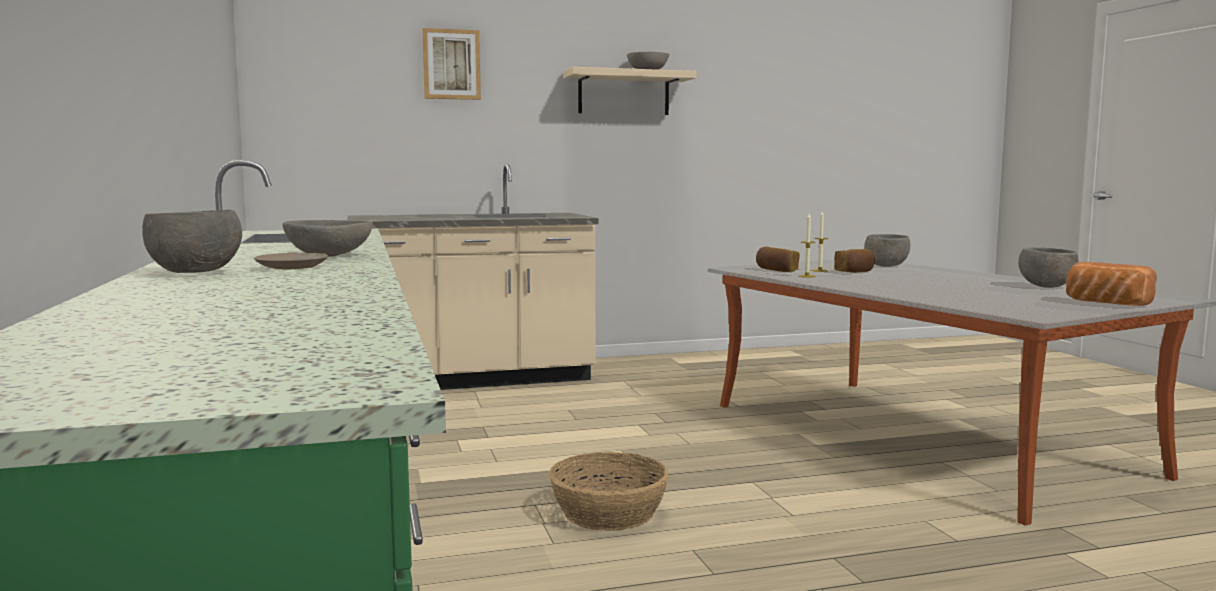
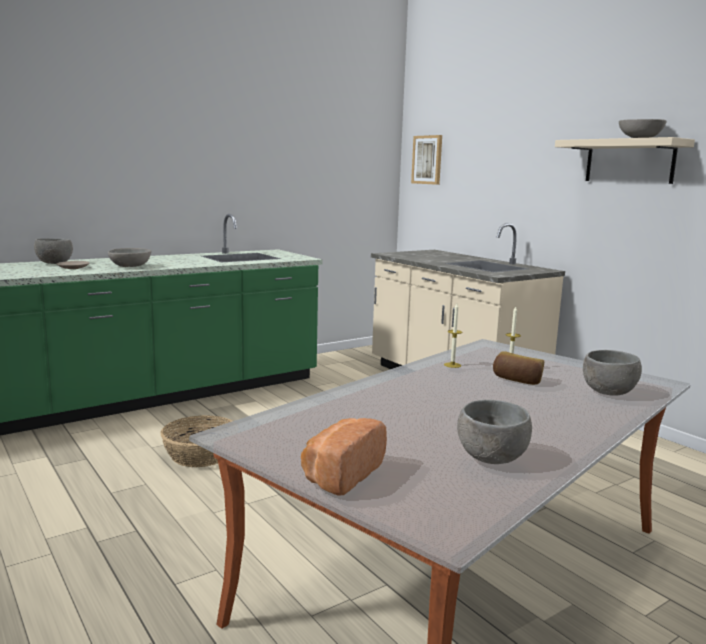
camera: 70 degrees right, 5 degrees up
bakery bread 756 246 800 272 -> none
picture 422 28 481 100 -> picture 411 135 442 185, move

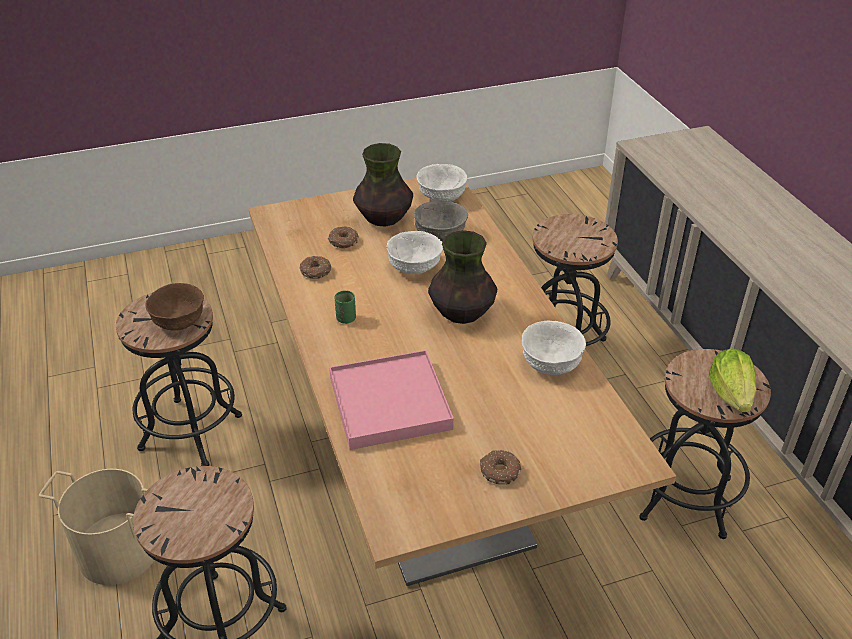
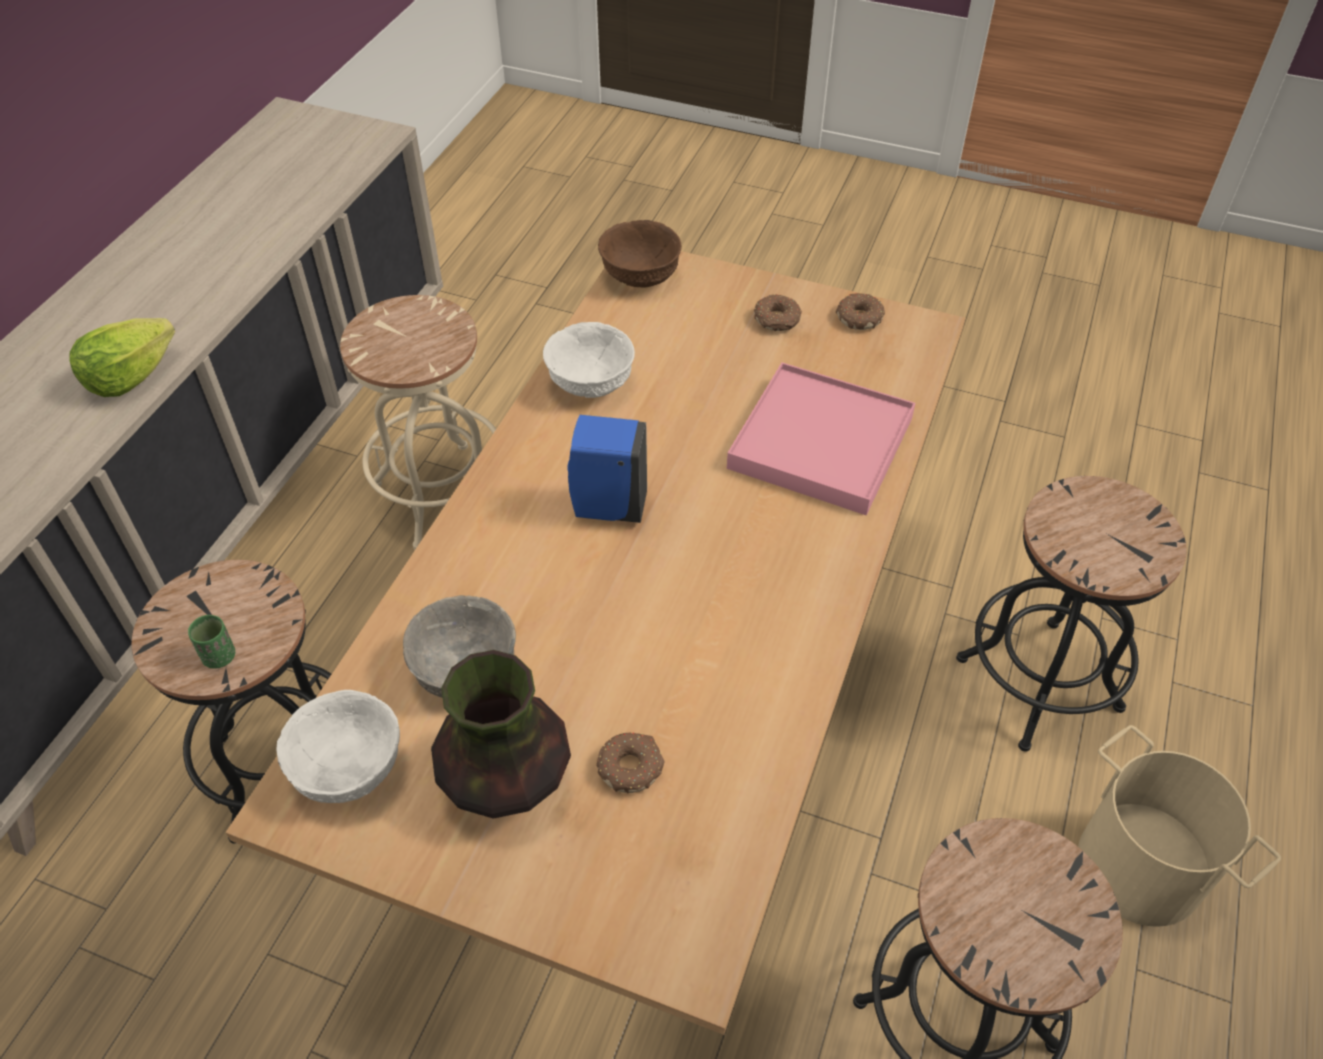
camera: 140 degrees left, 10 degrees up
deep dish/whitish 387 231 443 274 -> none
deep dish/brown 146 283 204 331 -> deep dish/brown 598 220 682 288, move
ring doughnut 300 256 331 279 -> ring doughnut 836 293 885 330, move
small cup/green 335 290 356 324 -> small cup/green 188 615 235 669, move
head of lettuce 708 348 756 412 -> head of lettuce 69 318 175 397, move
vase 428 230 497 324 -> liquid soap bottle/bluish 568 415 647 523
stool seat/black-coloured 639 349 771 539 -> stool seat/beige-coloured 340 295 496 549

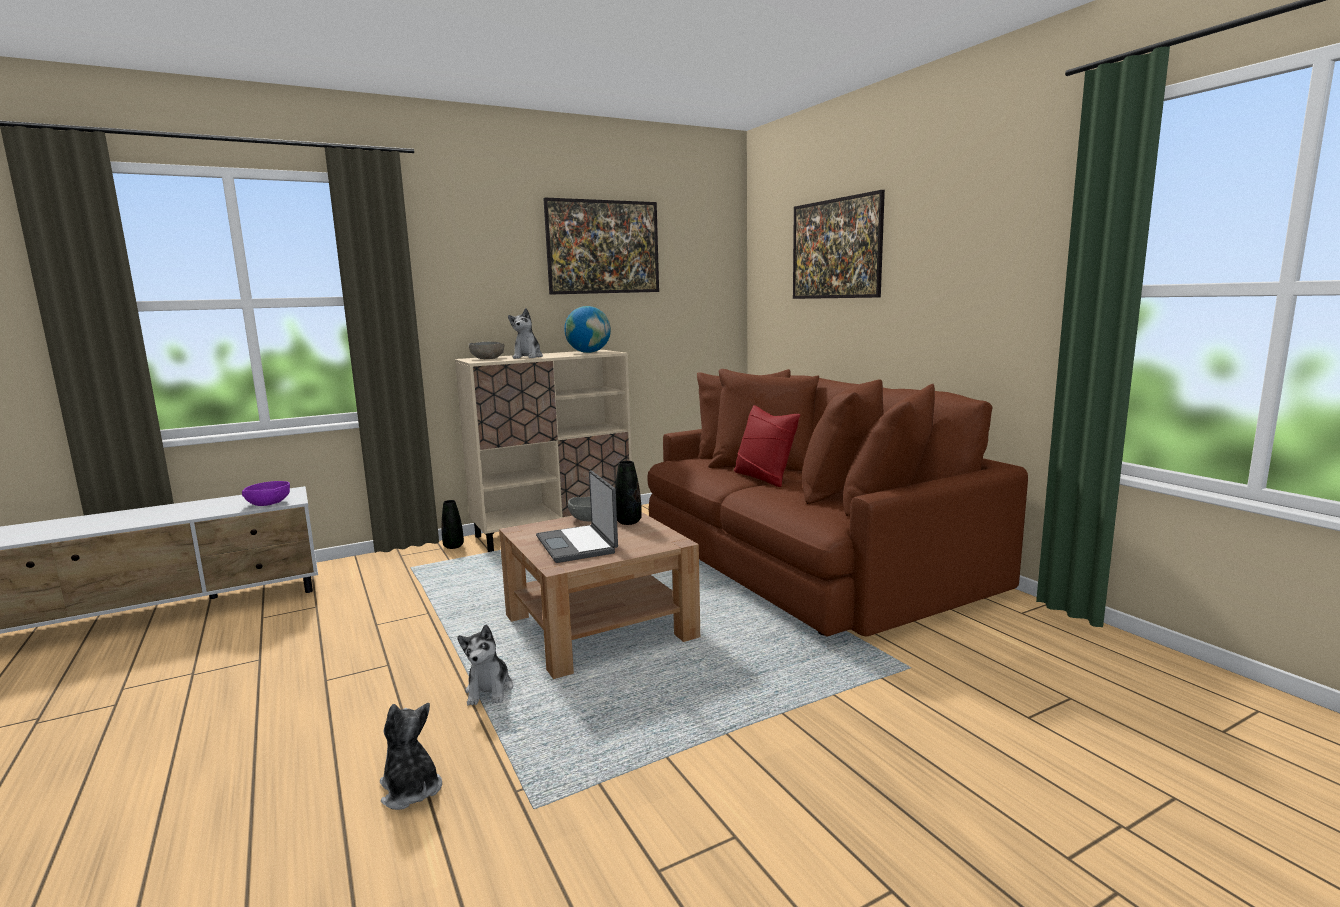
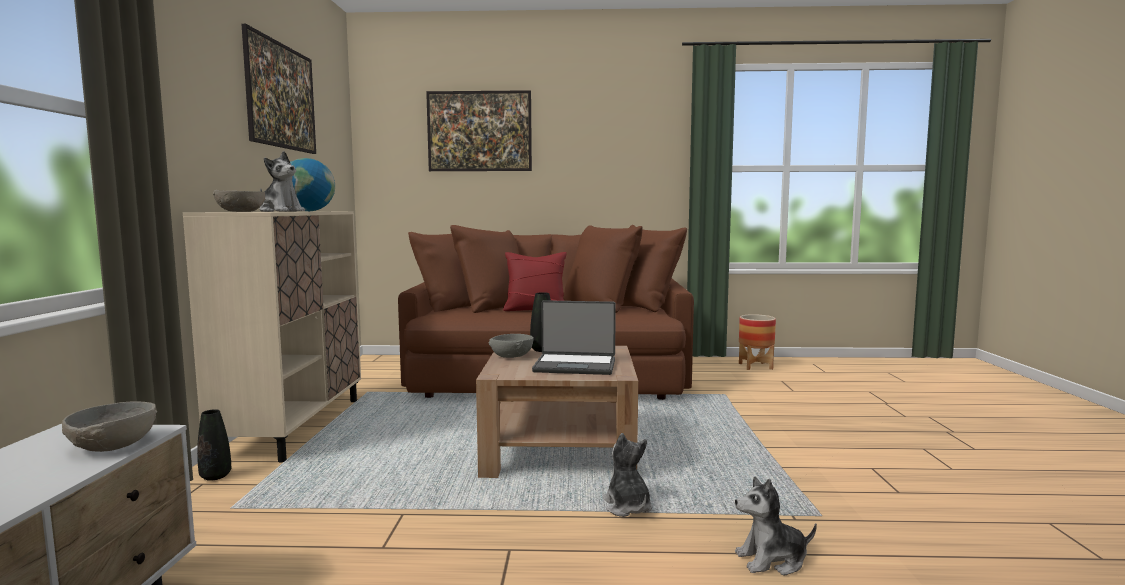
camera: 60 degrees left, 5 degrees down
none -> planter 739 314 776 370
deep dish/purple 242 481 290 506 -> deep dish/gray 62 401 157 452
plush toy 457 625 513 706 -> plush toy 603 433 652 517, 135 degrees counterclockwise

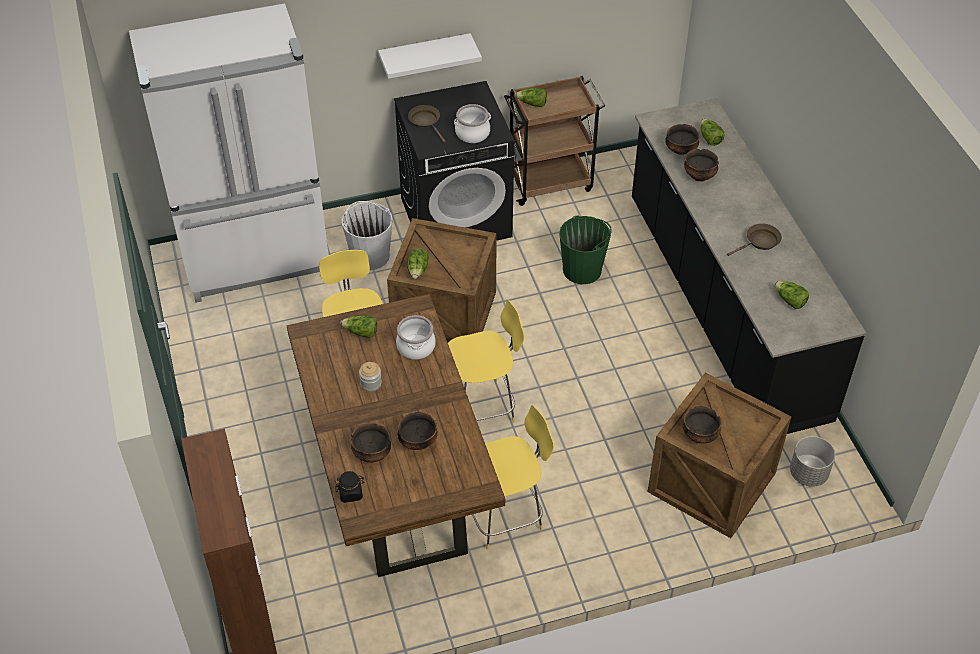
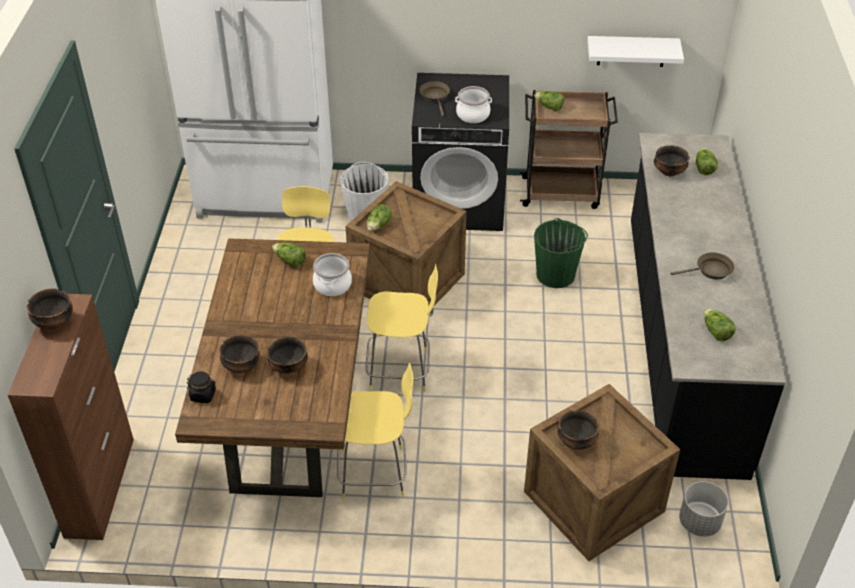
camera: 20 degrees right, 5 degrees down
preserve jar 359 362 382 392 -> none
bracket shelf/whitish 378 33 482 79 -> bracket shelf/whitish 587 36 684 67, move
deep dish 684 149 719 181 -> deep dish 26 288 73 330, move

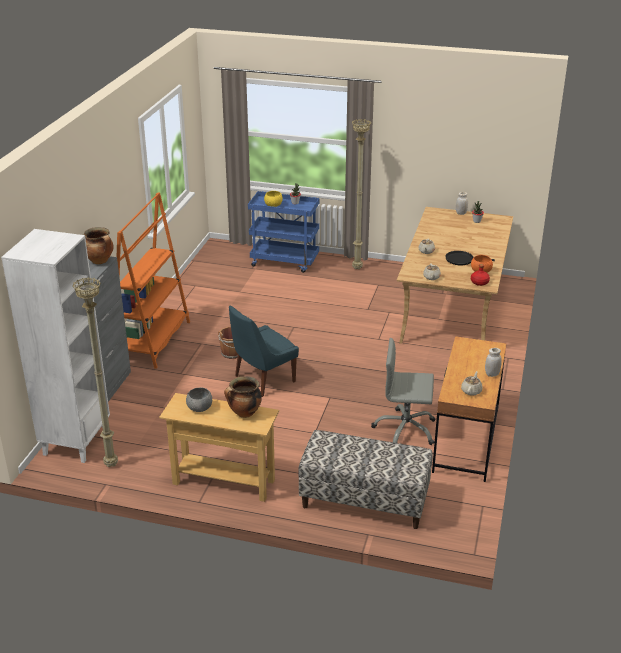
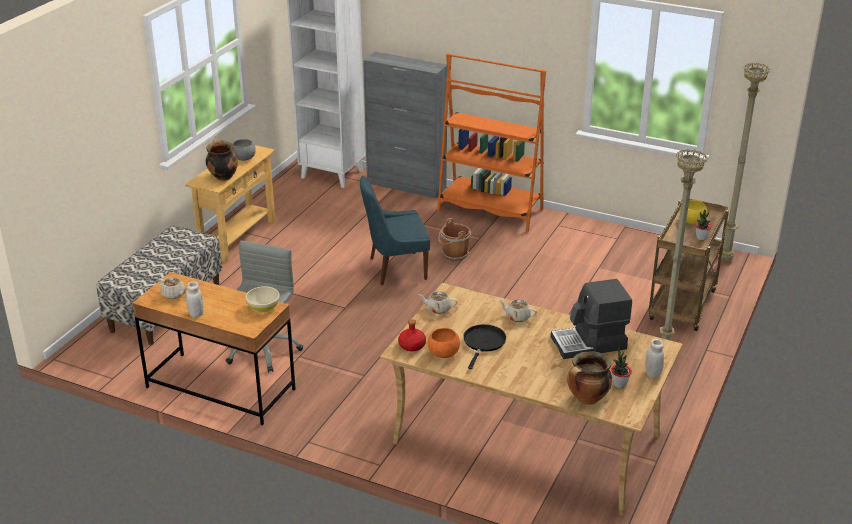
camera: 100 degrees right, 0 degrees up
none -> deep dish/beige-coloured 246 286 280 312
none -> coffee maker 551 279 632 359
standard lamp/beige-coloured 72 278 118 467 -> standard lamp/beige-coloured 721 62 771 260, move
cooking pot 84 227 114 264 -> cooking pot 567 351 612 405, move
cart/bluish 248 191 319 273 -> cart/brown 648 199 729 331
upright chair/bluish 229 305 299 397 -> upright chair/bluish 360 176 430 285, 75 degrees counterclockwise

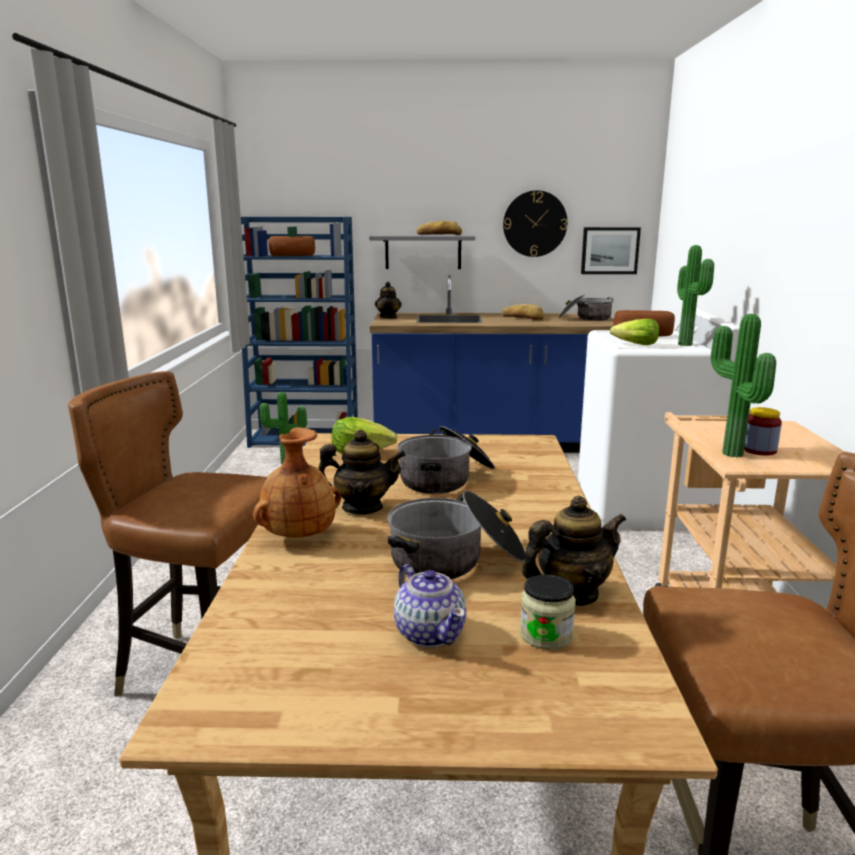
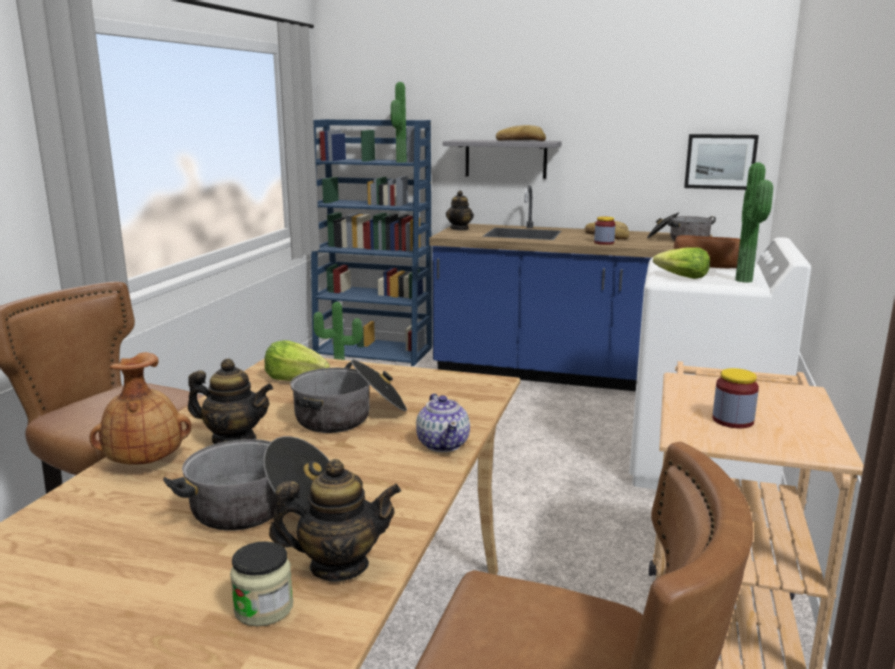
camera: 15 degrees right, 0 degrees up
bakery bread 269 236 315 256 -> none
clock on the wall 503 190 568 257 -> none
none -> preserve jar 594 217 615 245
pot for tea 394 564 466 647 -> pot for tea 416 393 470 452, move
plant in a pot 711 314 776 457 -> plant in a pot 391 82 407 163, move

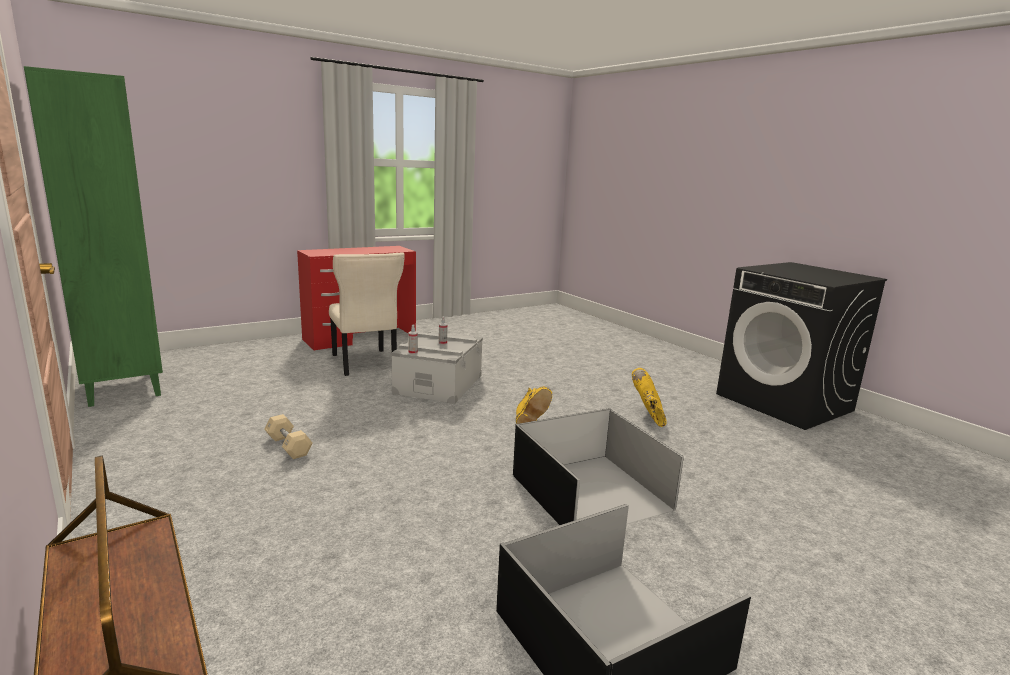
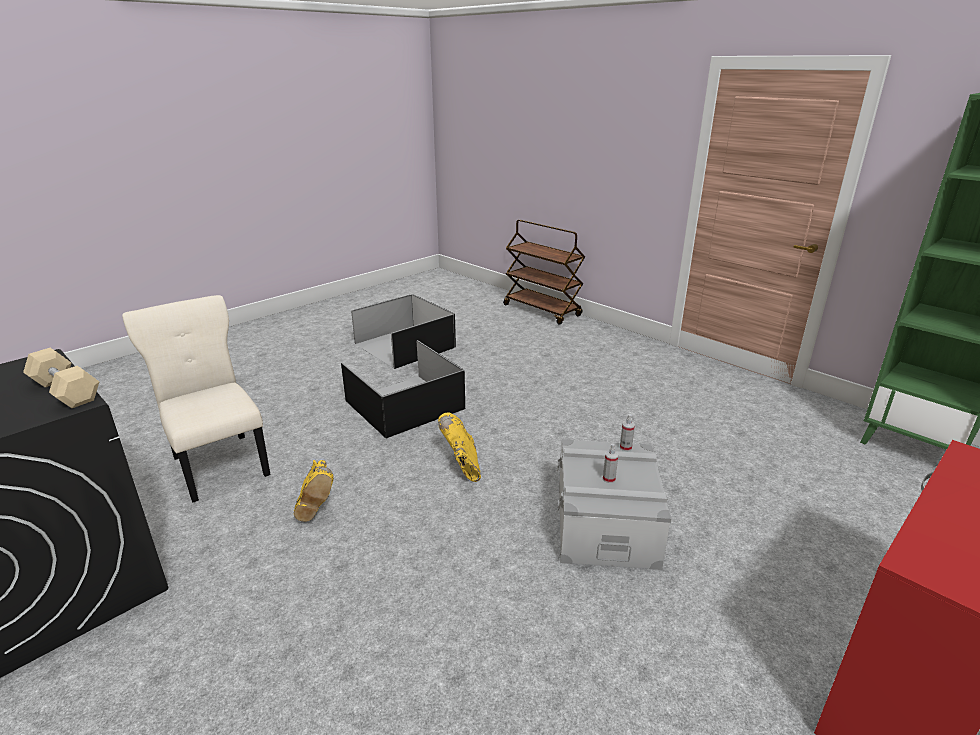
camera: 170 degrees right, 10 degrees up
dumbbell/beige-coloured 264 414 312 459 -> dumbbell/beige-coloured 23 348 99 408, move
upright chair/beige-coloured 329 252 405 376 -> upright chair/beige-coloured 122 295 270 503, move

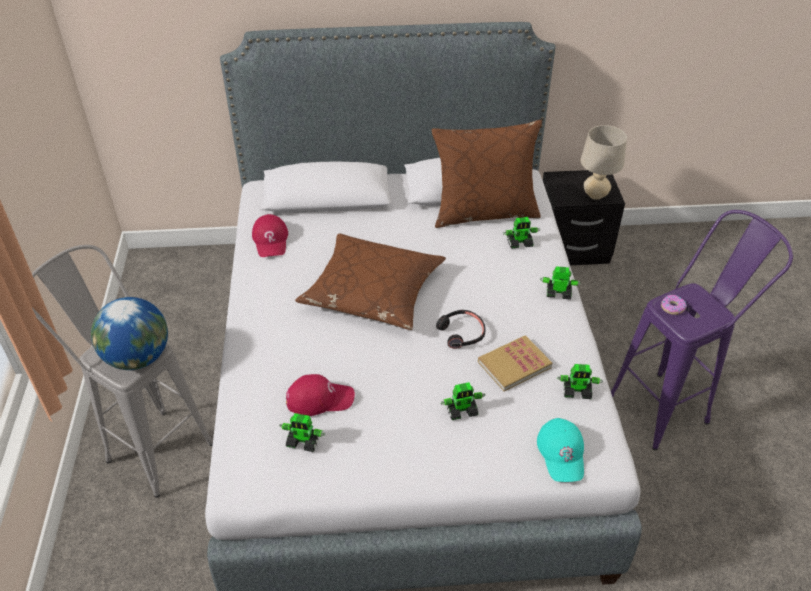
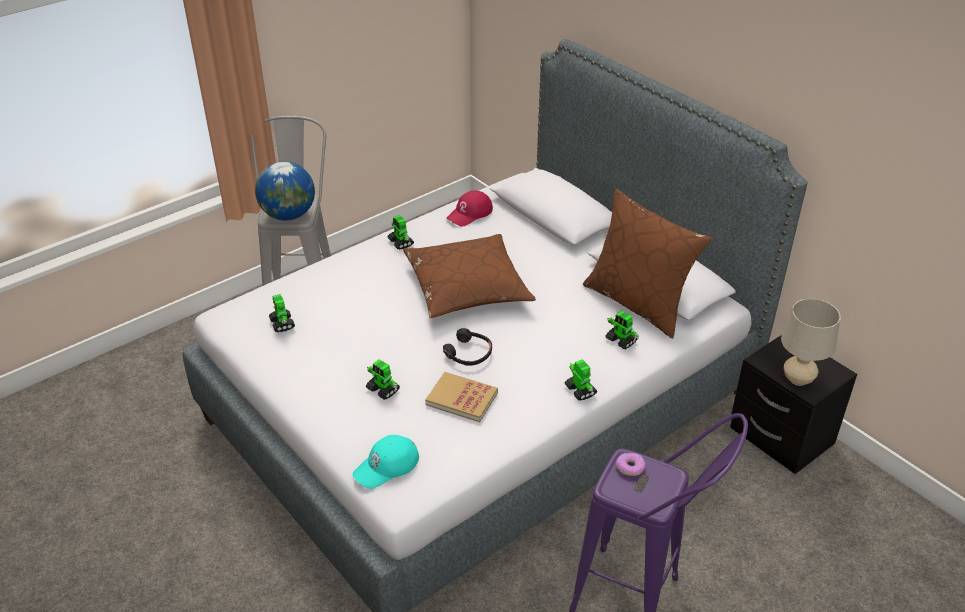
camera: 55 degrees right, 5 degrees down
peaked cap/red-coloured 286 374 355 416 -> none
robot figure 557 364 603 399 -> robot figure 388 215 414 250, move

